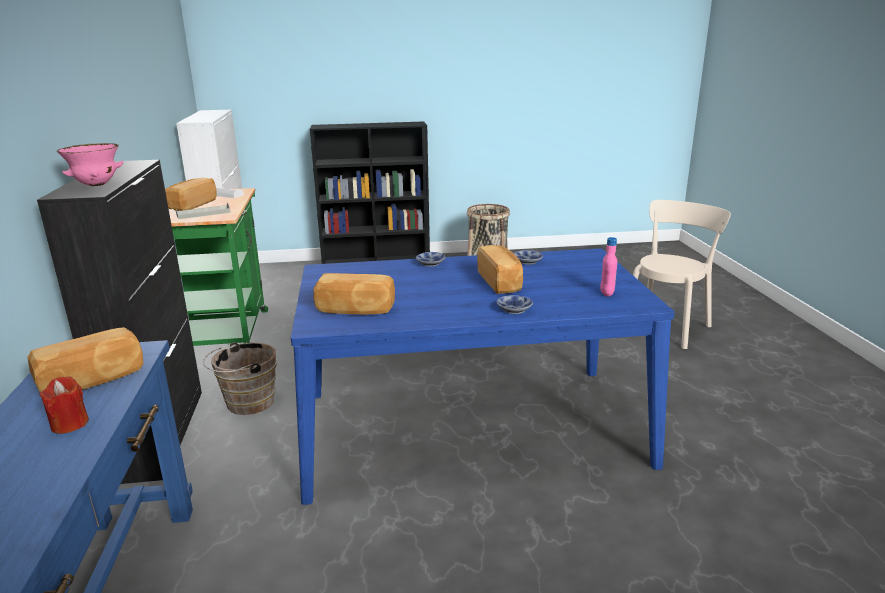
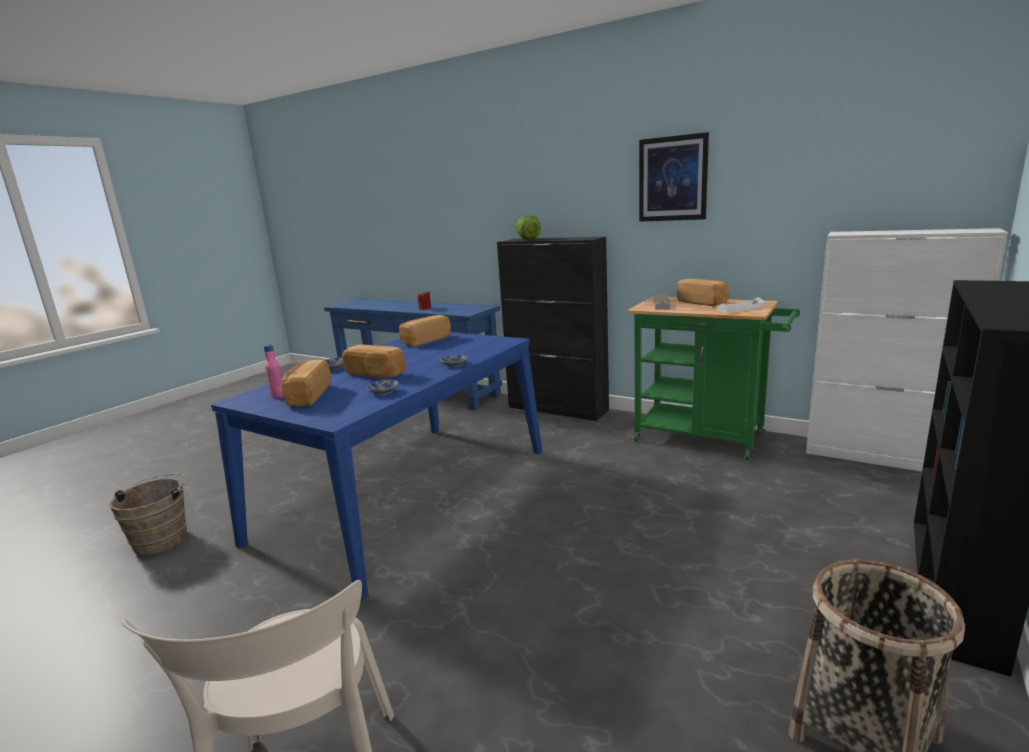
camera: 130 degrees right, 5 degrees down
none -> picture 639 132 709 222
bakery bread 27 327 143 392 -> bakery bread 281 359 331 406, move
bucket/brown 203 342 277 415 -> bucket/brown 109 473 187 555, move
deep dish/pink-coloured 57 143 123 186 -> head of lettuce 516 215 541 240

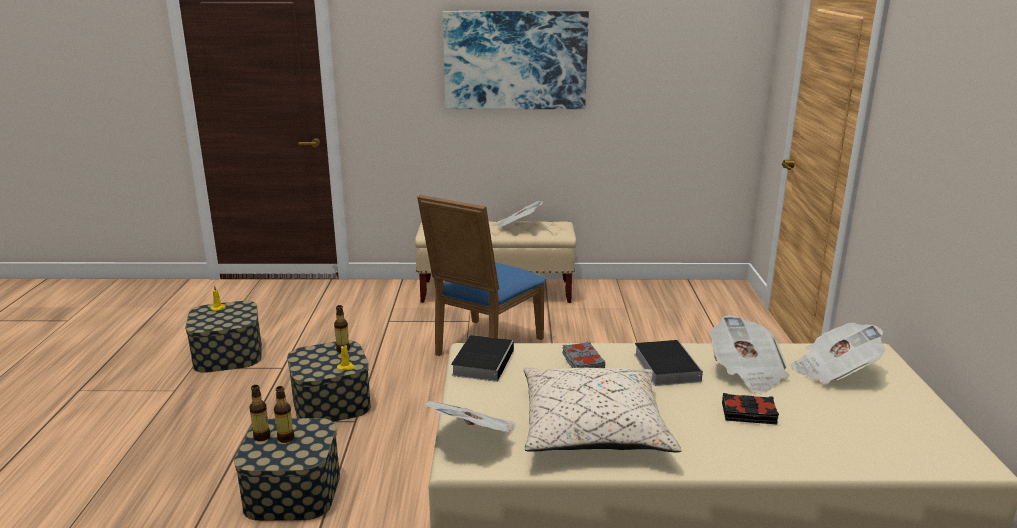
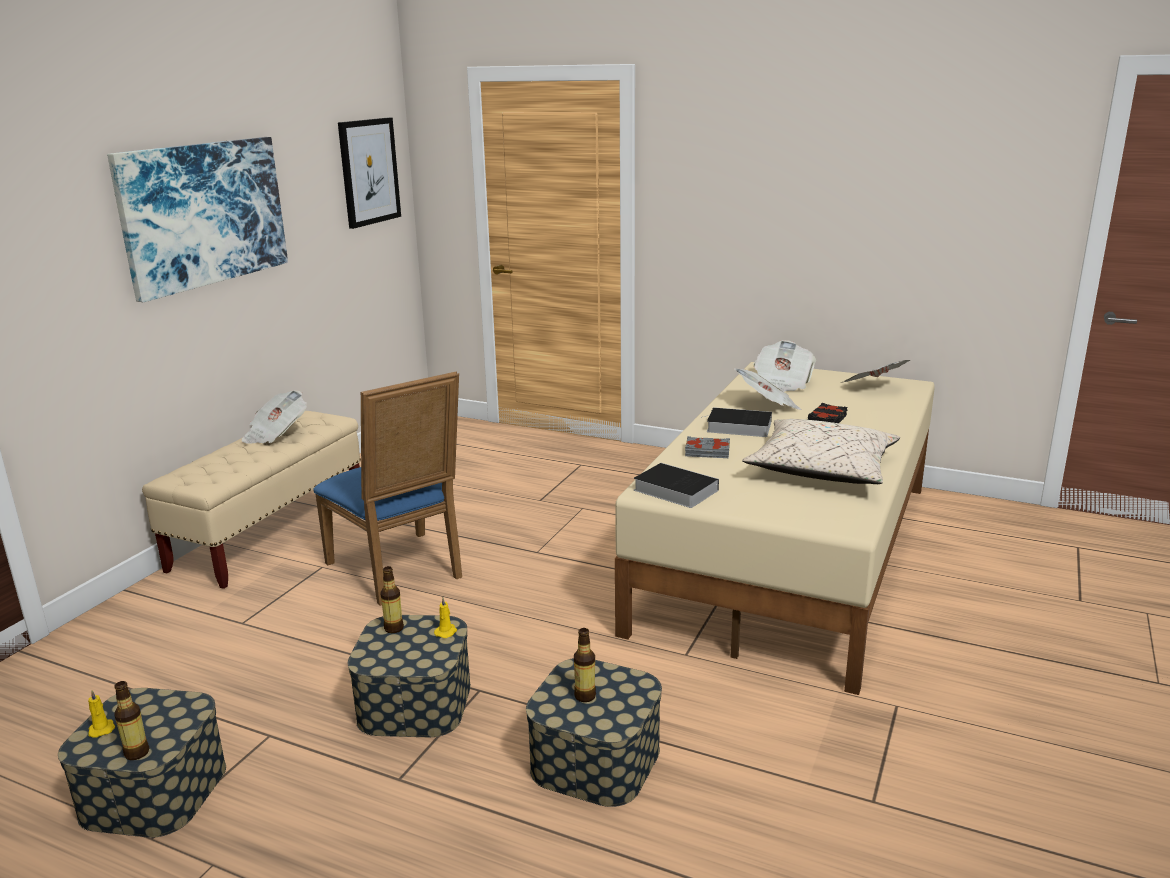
camera: 65 degrees left, 0 degrees up
none -> picture 338 117 401 229
drink bottle 249 385 270 441 -> drink bottle 114 681 149 760, move
daily paper 424 401 515 433 -> daily paper 840 360 910 383, move

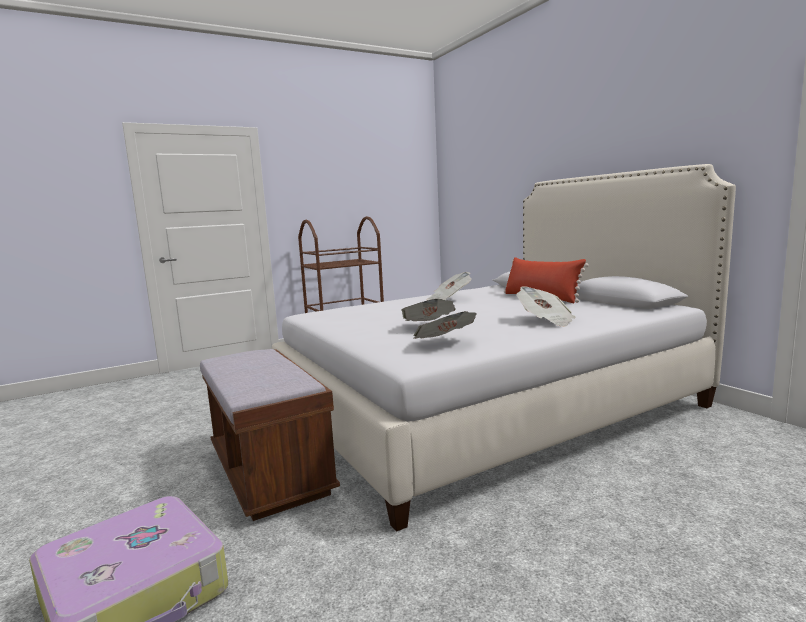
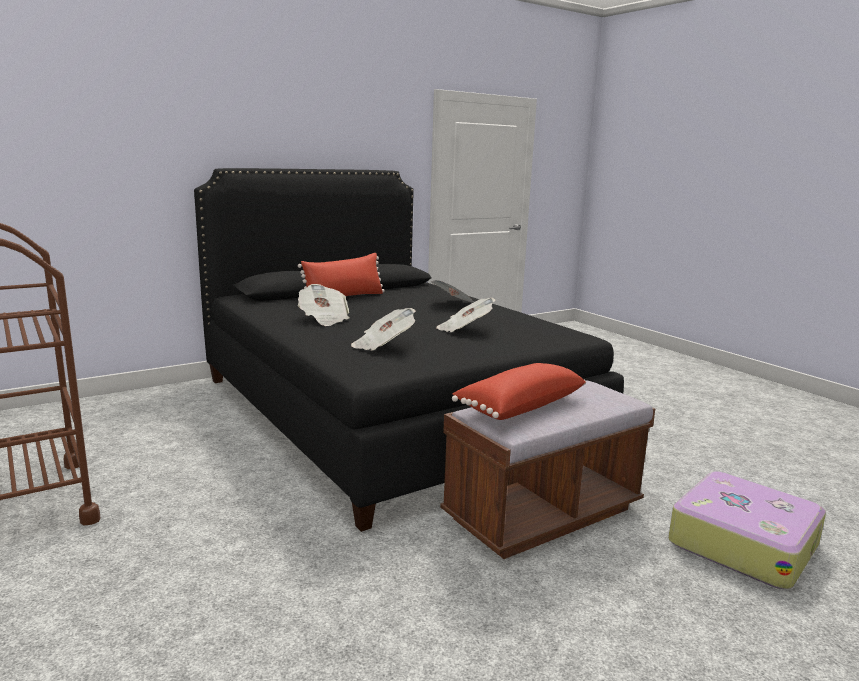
camera: 95 degrees left, 5 degrees up
none -> pillow/red-coloured 452 363 586 420
daily paper 414 311 477 339 -> daily paper 351 308 416 351, move
bed/whitish 272 164 736 532 -> bed/black-coloured 194 168 624 532

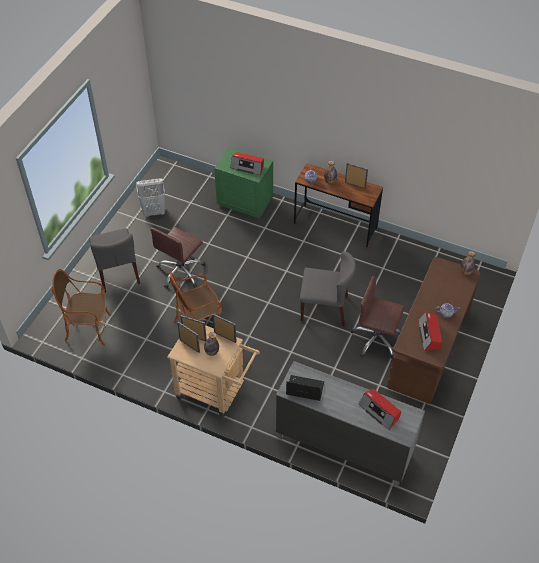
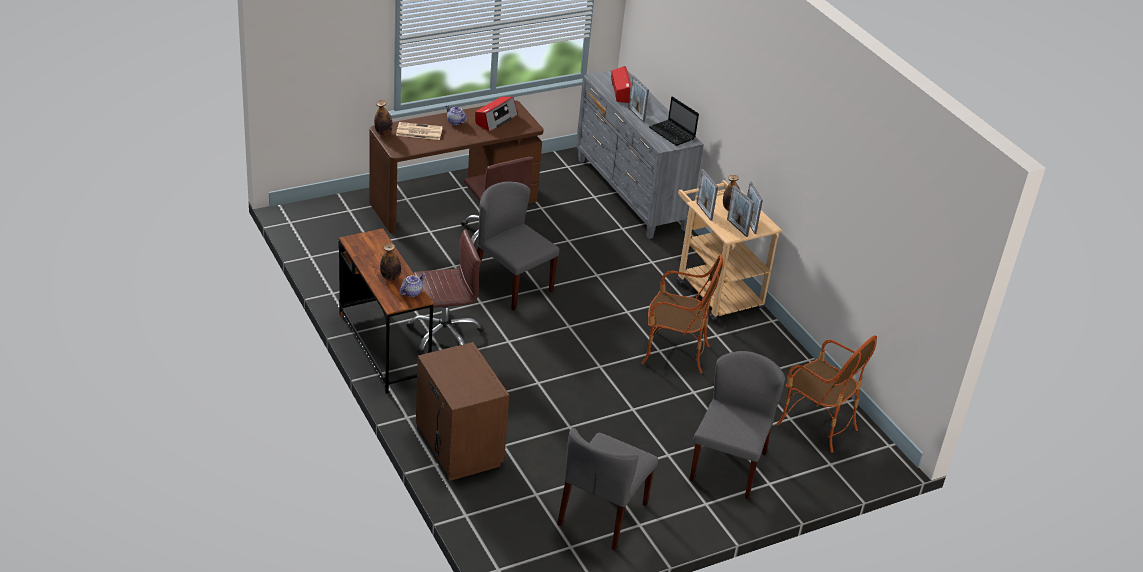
camera: 145 degrees left, 15 degrees down
radio set 230 152 264 175 -> none
none -> daily paper 396 122 443 140
office chair/brown 150 227 206 288 -> office chair/brown 407 229 484 355, move
picture frame 345 163 368 189 -> picture frame 628 75 649 123, move
washing basket/whitish 136 179 165 217 -> upright chair/gray 557 428 658 551
nightstand/green 214 147 273 218 -> nightstand/brown 416 342 509 481

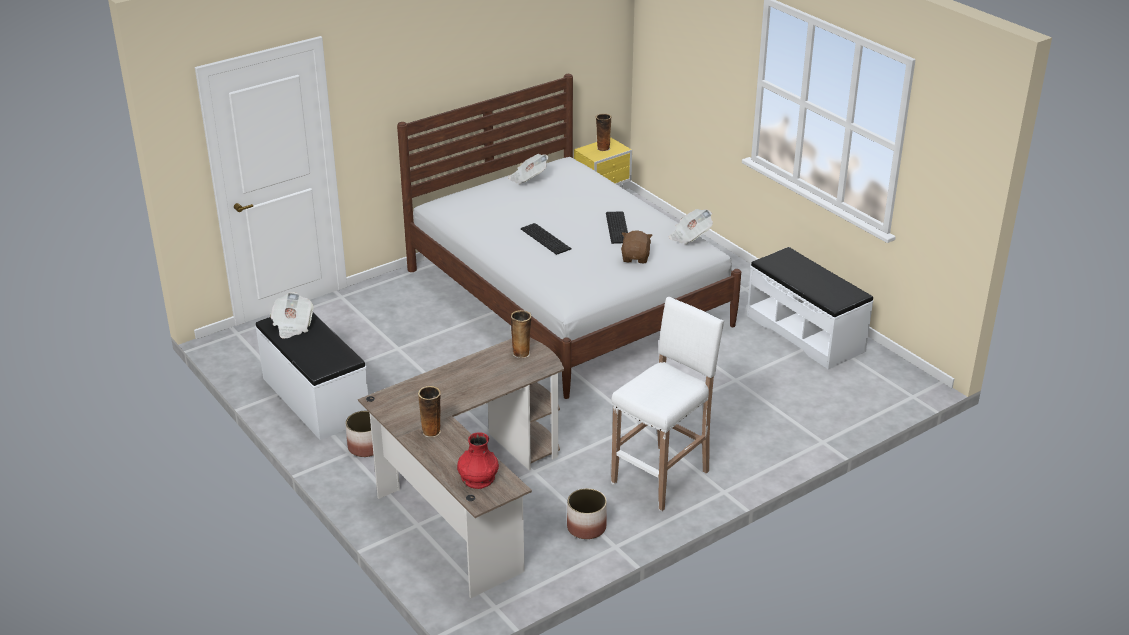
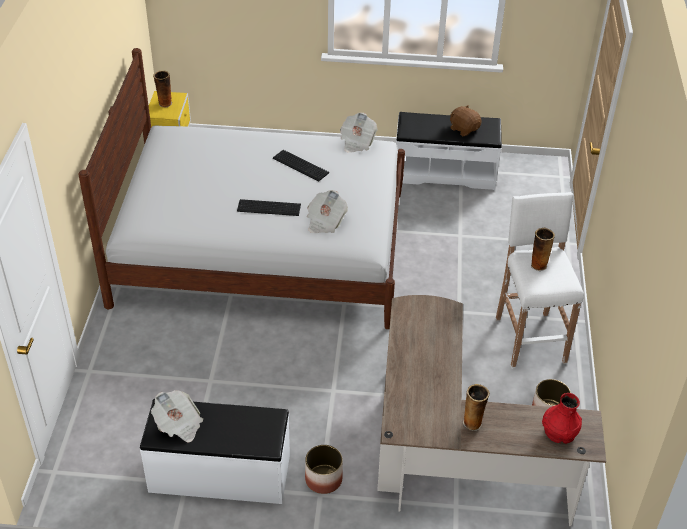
camera: 50 degrees left, 10 degrees up
daily paper 508 154 549 185 -> daily paper 307 190 348 233, move
vase 511 310 531 358 -> vase 531 228 555 271, move
plush toy/brown 621 230 652 263 -> plush toy/brown 450 105 482 136, move

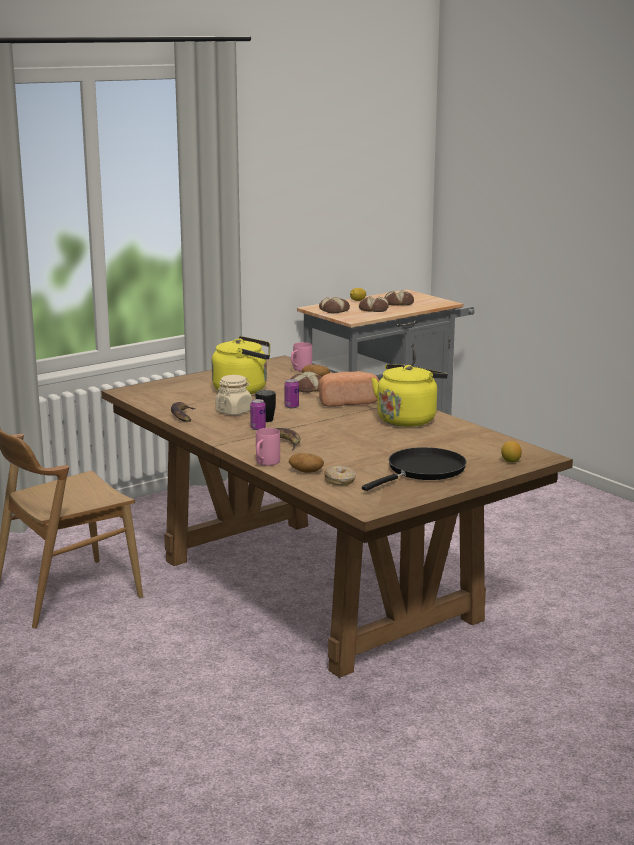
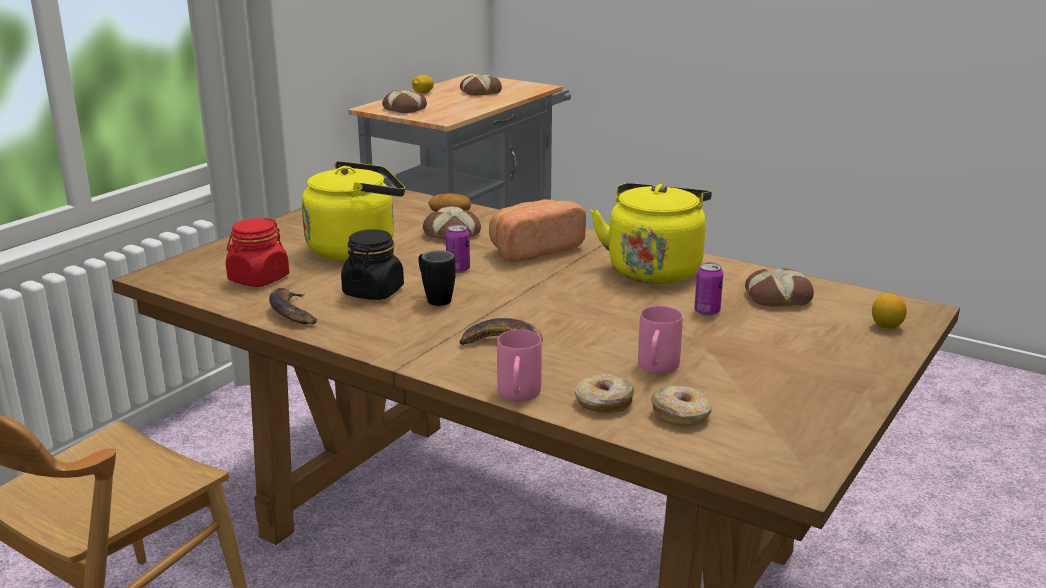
camera: 20 degrees left, 5 degrees up
pan/black-coloured 362 447 467 491 -> none
none -> preserve jar/red-coloured 226 218 289 287
can 250 399 266 430 -> can 694 263 723 316, move
tea mug/pink-coloured 291 342 312 371 -> tea mug/pink-coloured 638 306 683 374, move
bakery bread 359 296 389 312 -> bakery bread 745 268 814 306, move
whole potato 289 453 324 473 -> ring doughnut 574 374 634 413
preserve jar/beige-coloured 215 375 252 415 -> preserve jar/black-coloured 341 229 404 300

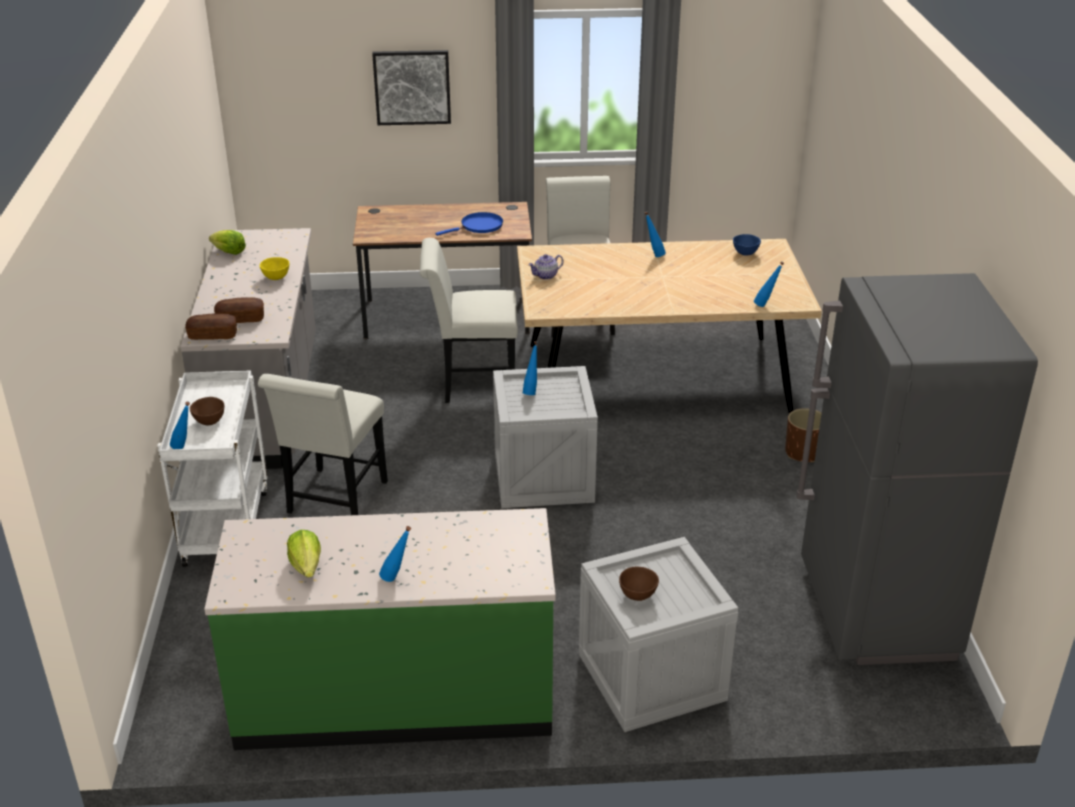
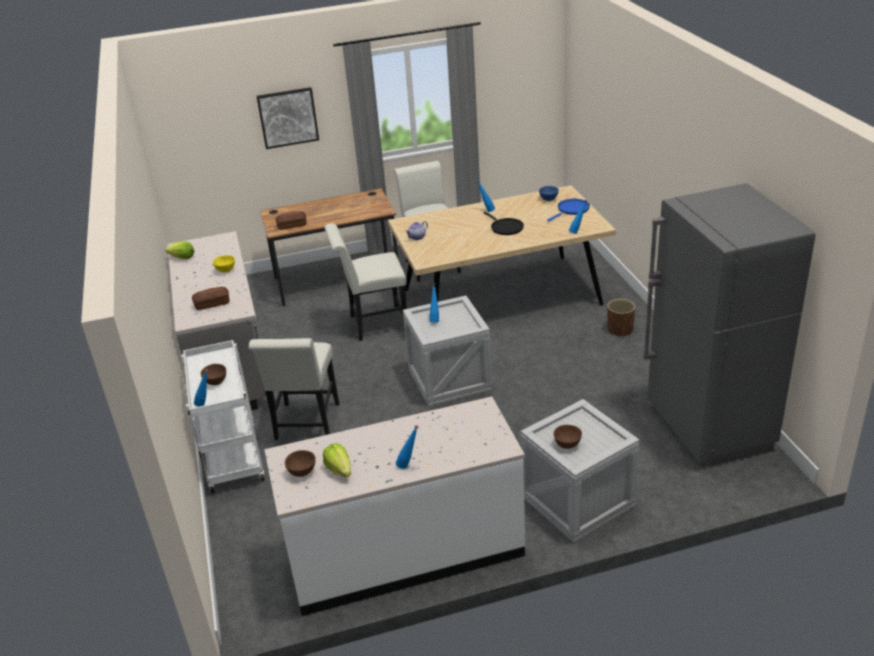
camera: 10 degrees left, 0 degrees up
none -> deep dish/brown 285 450 316 477
none -> pan/black-coloured 484 212 524 235
bakery bread 185 314 237 340 -> bakery bread 275 211 307 230, move
pan/bluish 435 212 503 236 -> pan/bluish 547 199 590 221, move
counter/green 204 508 556 750 -> counter/whitish 264 396 525 616

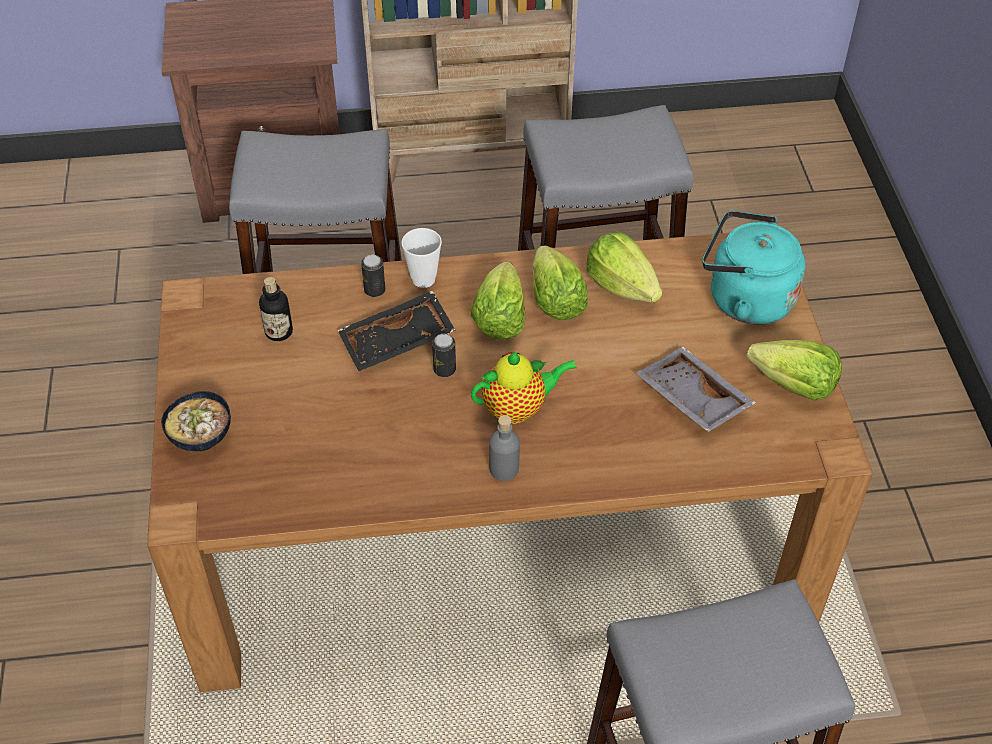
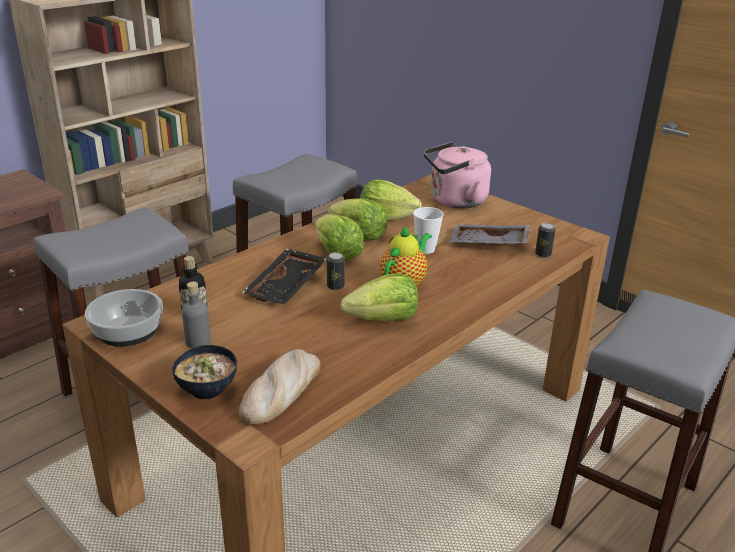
camera: 40 degrees left, 20 degrees down
none -> deep dish 85 289 163 347
none -> bakery bread 239 349 320 425
can 361 255 385 297 -> can 535 223 556 258, move
small cup 401 228 442 288 -> small cup 413 207 444 254, move
drink bottle/gray 489 415 520 481 -> drink bottle/gray 182 282 211 348, move
head of lettuce 746 340 842 401 -> head of lettuce 340 274 418 322, move
tea kettle/turquoise-coloured 702 210 806 325 -> tea kettle/pink-coloured 424 142 491 208

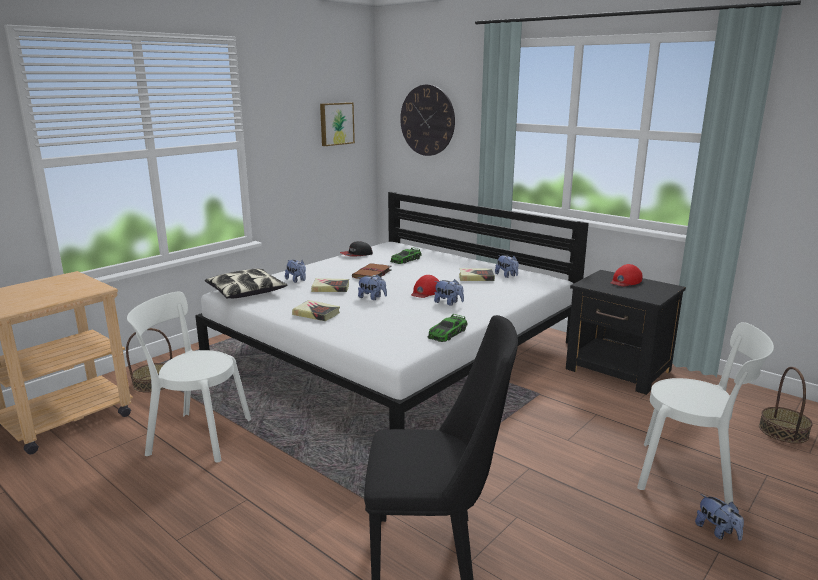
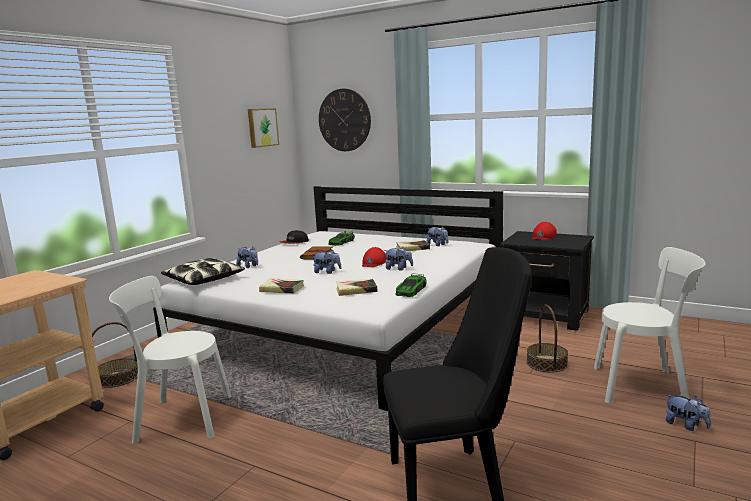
camera: 10 degrees left, 5 degrees down
book 311 278 349 292 -> book 336 278 377 296, move
storage basket 759 367 813 444 -> storage basket 527 304 568 373, move

